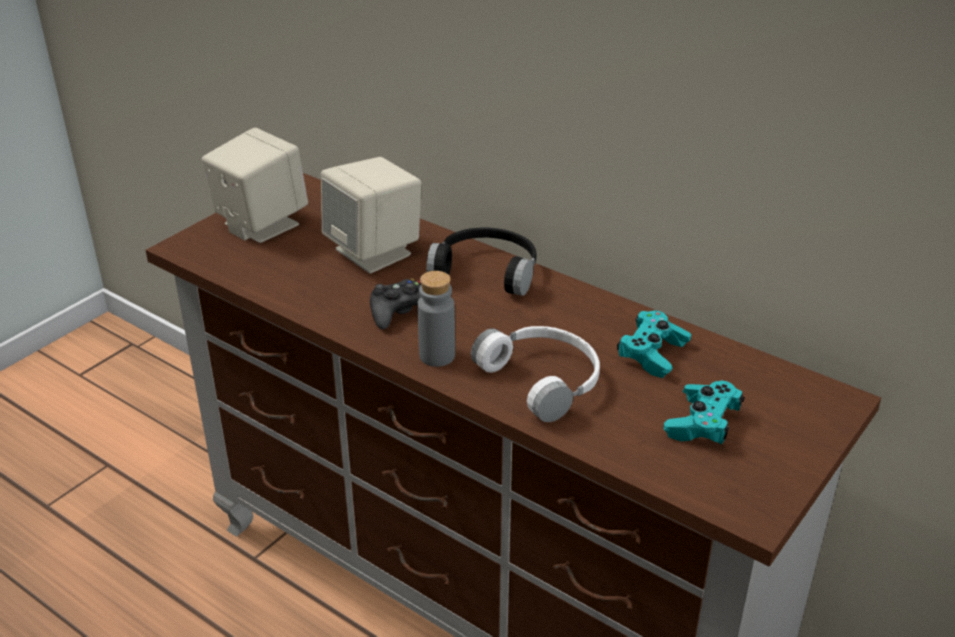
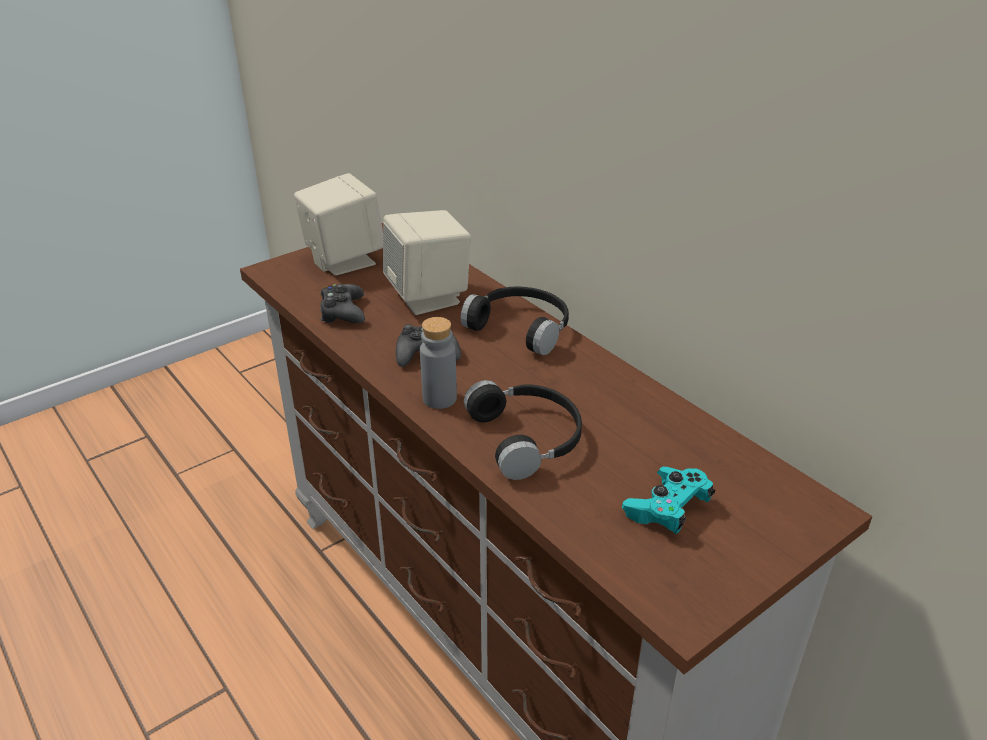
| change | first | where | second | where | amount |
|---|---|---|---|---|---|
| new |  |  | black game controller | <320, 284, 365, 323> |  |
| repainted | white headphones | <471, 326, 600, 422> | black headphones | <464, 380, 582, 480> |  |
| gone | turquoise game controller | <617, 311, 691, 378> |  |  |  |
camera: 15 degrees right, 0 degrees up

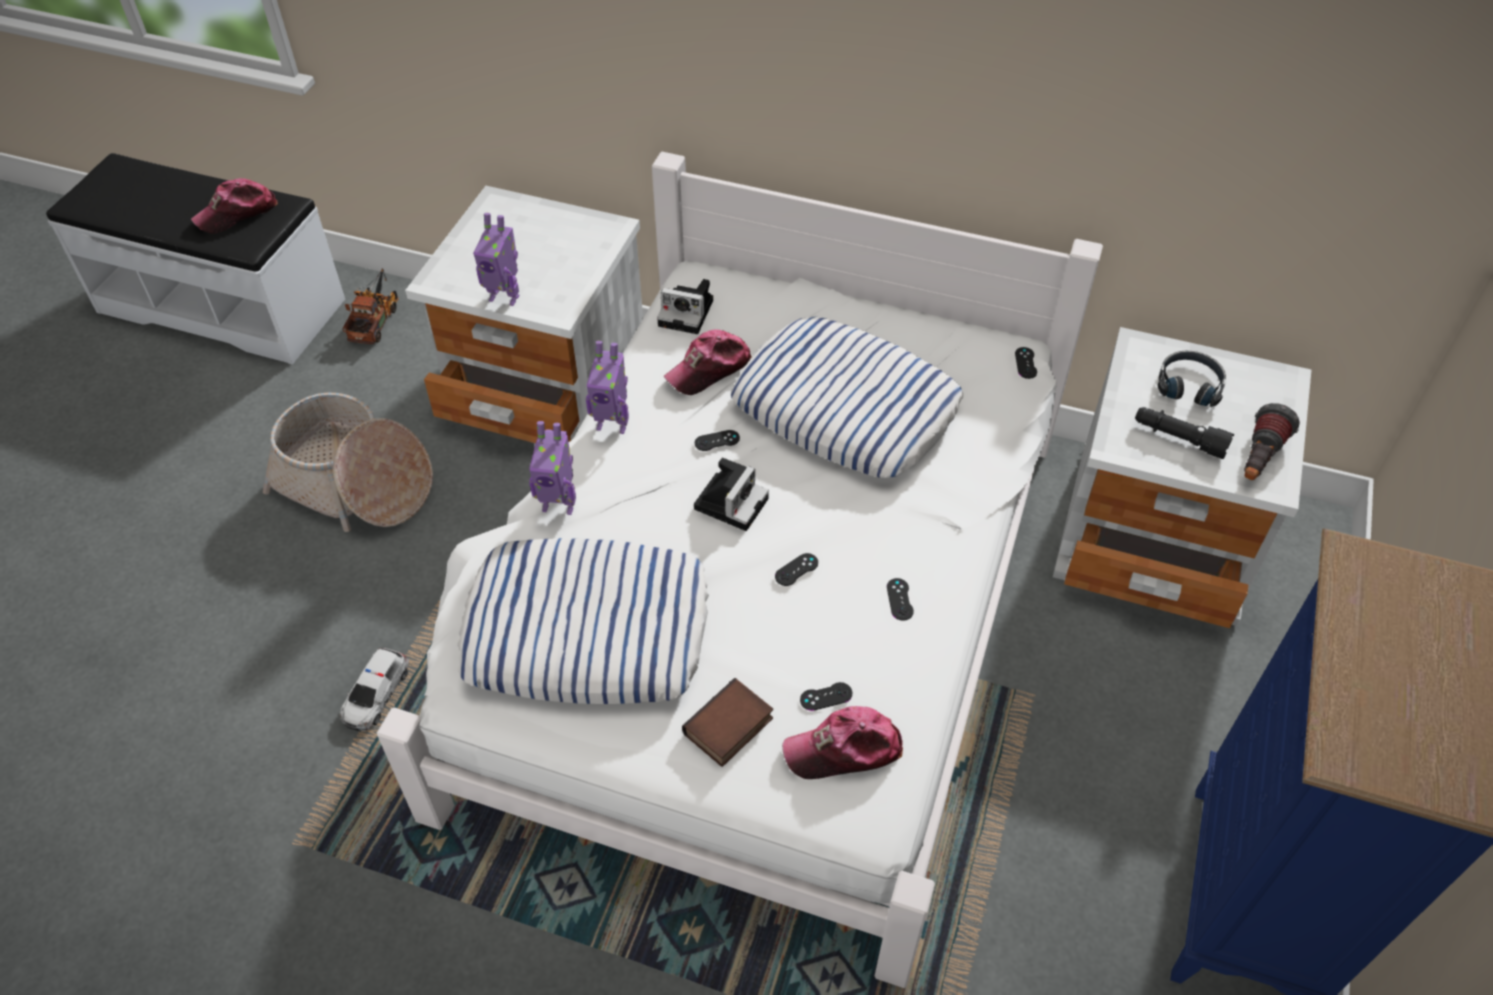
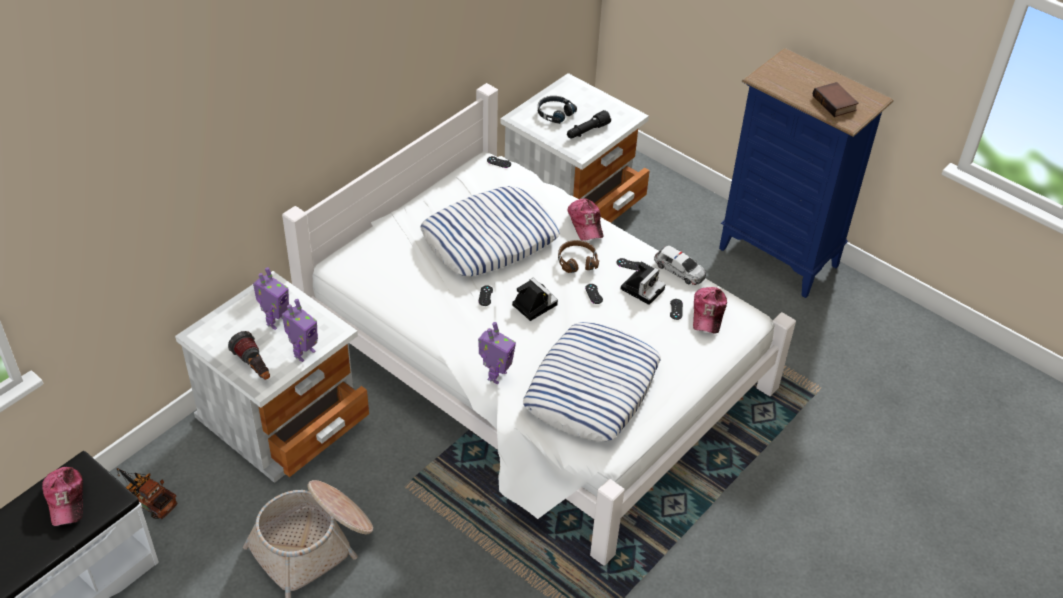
| change | first | where | second | where | amount |
|---|---|---|---|---|---|
| shifted | flashlight | <1244, 403, 1300, 480> |  | <228, 331, 270, 380> |  |
| shifted | toy robot | <586, 341, 629, 434> |  | <253, 267, 289, 330> |  |
| new |  |  | brown headphones | <558, 240, 599, 273> |  |
| shifted | cap | <664, 329, 752, 395> |  | <568, 198, 604, 241> |  |
| shifted | photo camera | <657, 279, 713, 334> |  | <620, 262, 665, 305> |  |
| shifted | toy car | <340, 648, 409, 731> |  | <654, 245, 706, 285> |  |
| shifted | book | <682, 678, 773, 767> |  | <813, 82, 859, 117> |  |
camera: 70 degrees left, 5 degrees down

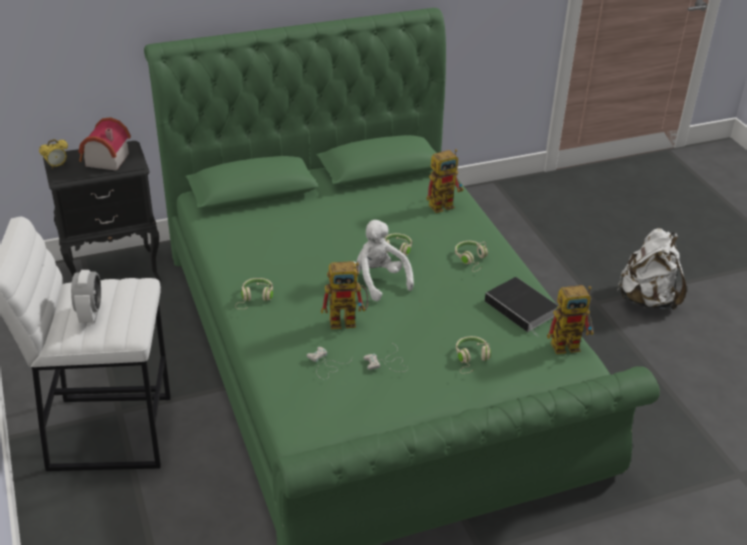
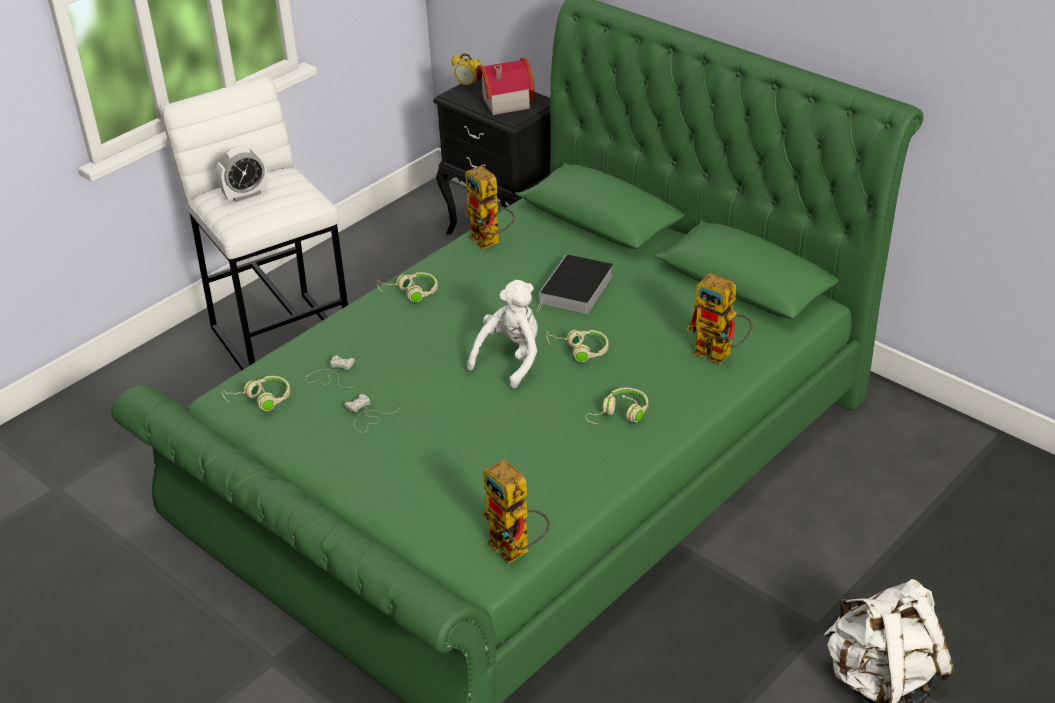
| change | first | where | second | where | amount |
|---|---|---|---|---|---|
| shifted | beige headphones | <456, 336, 491, 374> |  | <222, 376, 290, 411> |  |
| shifted | toy robot | <321, 261, 368, 329> |  | <465, 165, 515, 249> |  |
| shifted | book | <485, 277, 558, 337> |  | <537, 254, 613, 314> |  |
camera: 65 degrees right, 0 degrees up

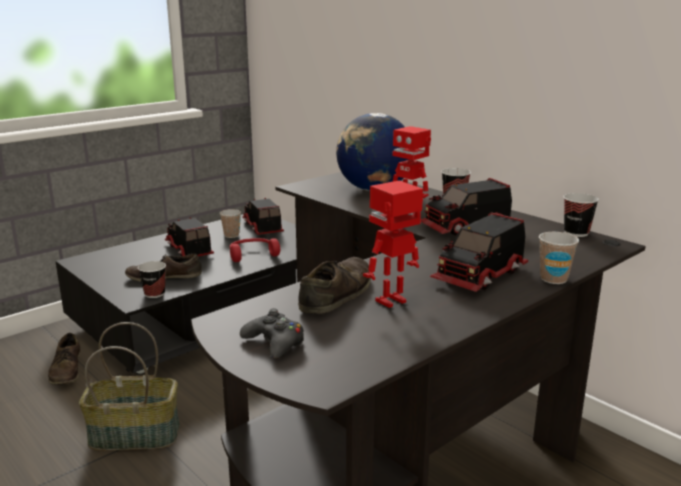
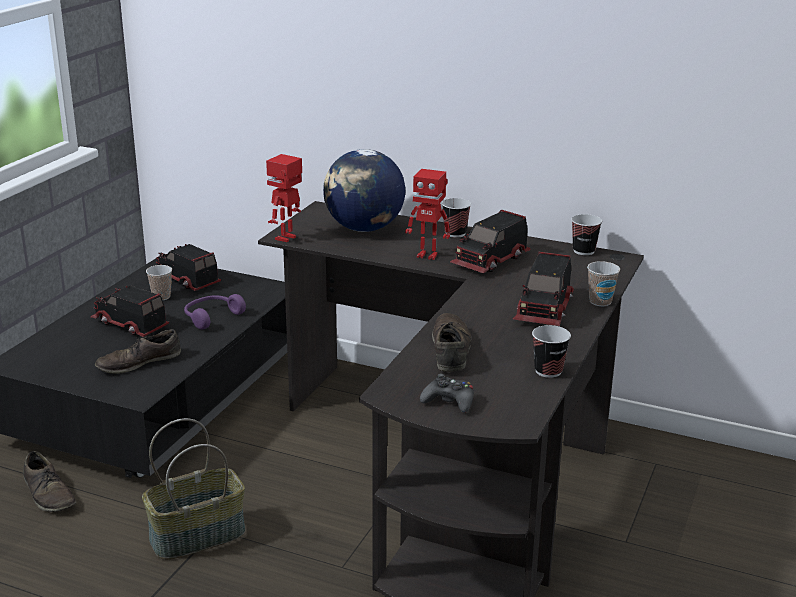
| change | first | where | second | where | amount |
|---|---|---|---|---|---|
| repainted | red headphones | <230, 238, 280, 262> | purple headphones | <184, 294, 246, 330> |  |
| shifted | toy robot | <363, 180, 423, 308> |  | <266, 154, 302, 242> |  |
| shifted | cup | <138, 261, 166, 298> |  | <532, 325, 571, 378> |  |
camera: 25 degrees left, 5 degrees up

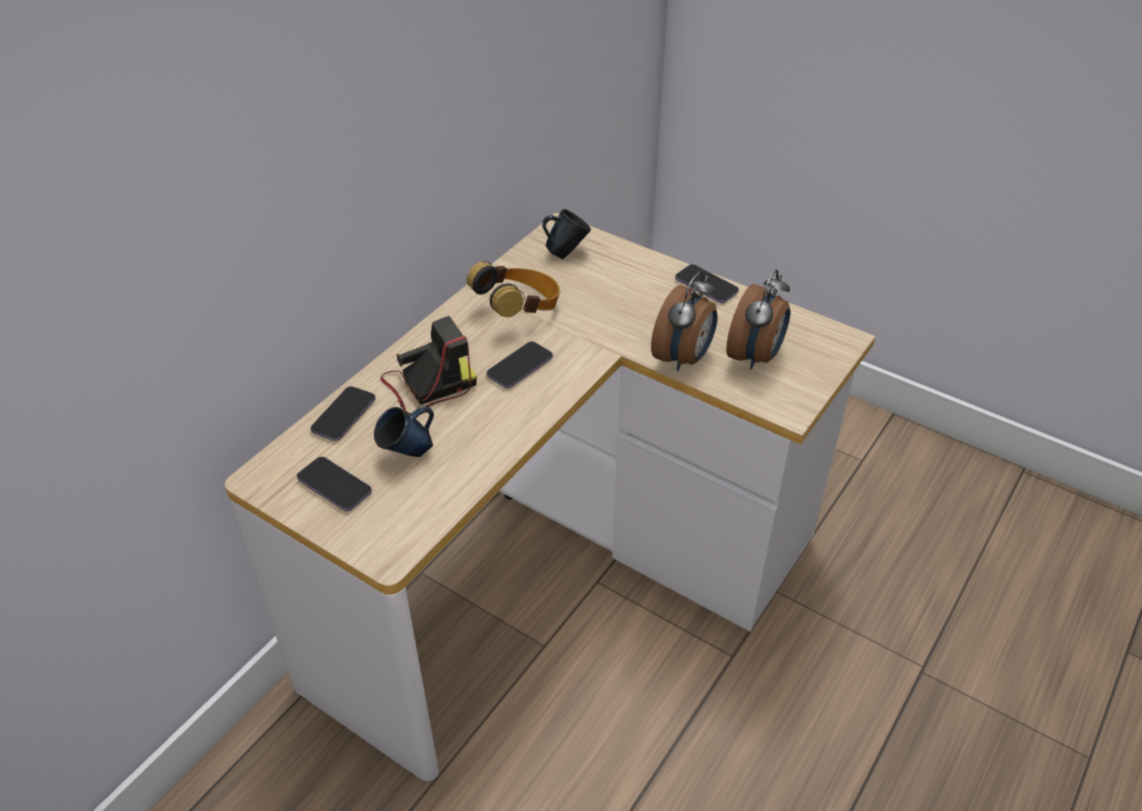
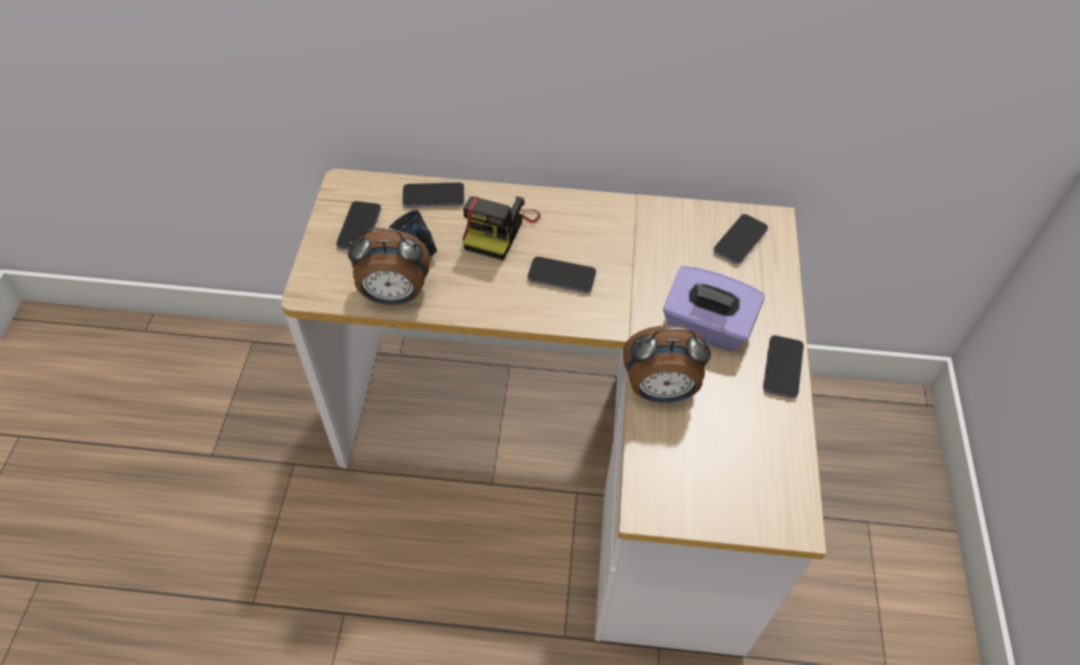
| change | first | where | second | where | amount |
|---|---|---|---|---|---|
| shifted | alarm clock | <726, 270, 790, 369> |  | <348, 228, 430, 305> |  |
| rotated | photo camera | <381, 316, 477, 414> |  | <463, 196, 540, 260> | 75 degrees clockwise |
| new |  |  | purple tissue box | <663, 266, 765, 351> |  |
| swapped | blue mug | <542, 209, 591, 259> | phone | <714, 214, 768, 264> |  |
| gone | headphones | <467, 261, 560, 317> |  |  |  |
camera: 60 degrees right, 10 degrees up

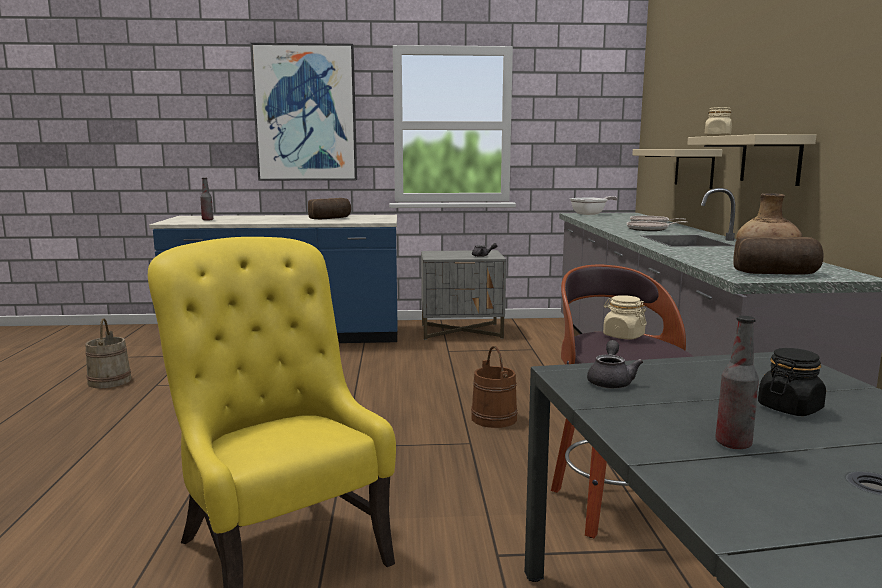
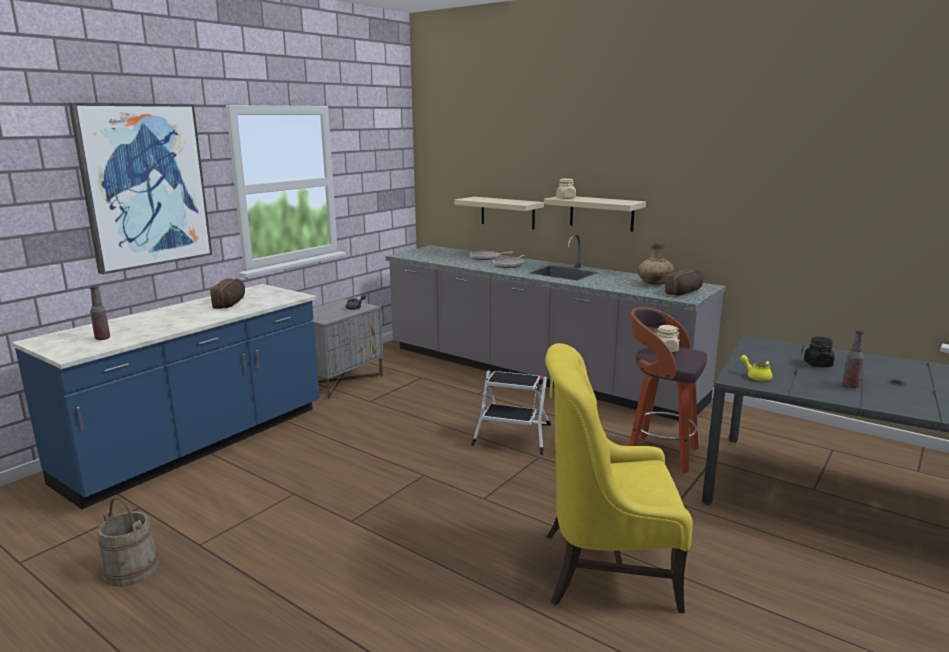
| change | first | where | second | where | amount |
|---|---|---|---|---|---|
| swapped | brown bucket | <471, 346, 518, 428> | step ladder | <471, 369, 551, 455> |  |
| repainted | grey teapot | <587, 340, 643, 388> | yellow teapot | <740, 355, 773, 381> |  |
| gone | frying pan | <570, 196, 618, 215> |  |  |  |
camera: 50 degrees left, 5 degrees up

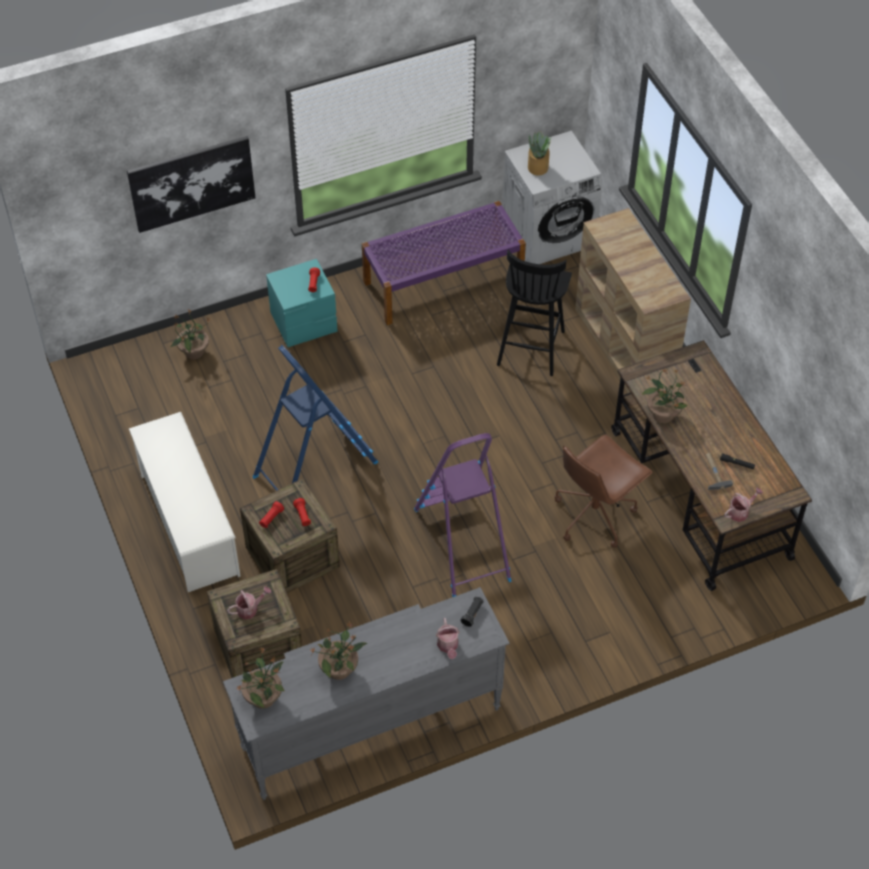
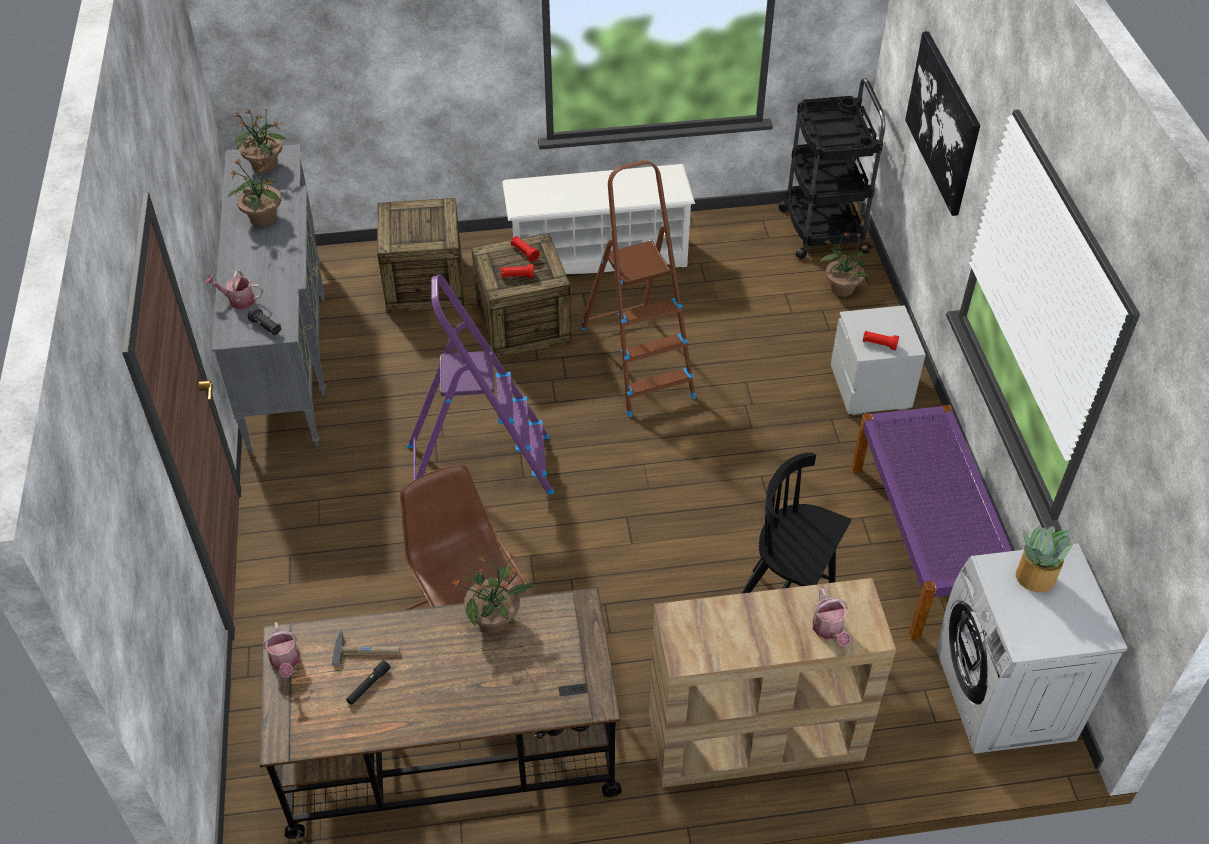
| change | first | where | second | where | amount |
|---|---|---|---|---|---|
| repainted | blue step ladder | <253, 345, 378, 491> | brown step ladder | <580, 161, 696, 417> |  |
| new |  |  | black cart | <778, 78, 885, 259> |  |
| shifted | watering can | <227, 586, 271, 619> |  | <813, 589, 851, 647> |  |
| repainted | turquoise nightstand | <266, 259, 338, 347> | white nightstand | <831, 305, 926, 415> |  |
camera: 105 degrees right, 5 degrees down

